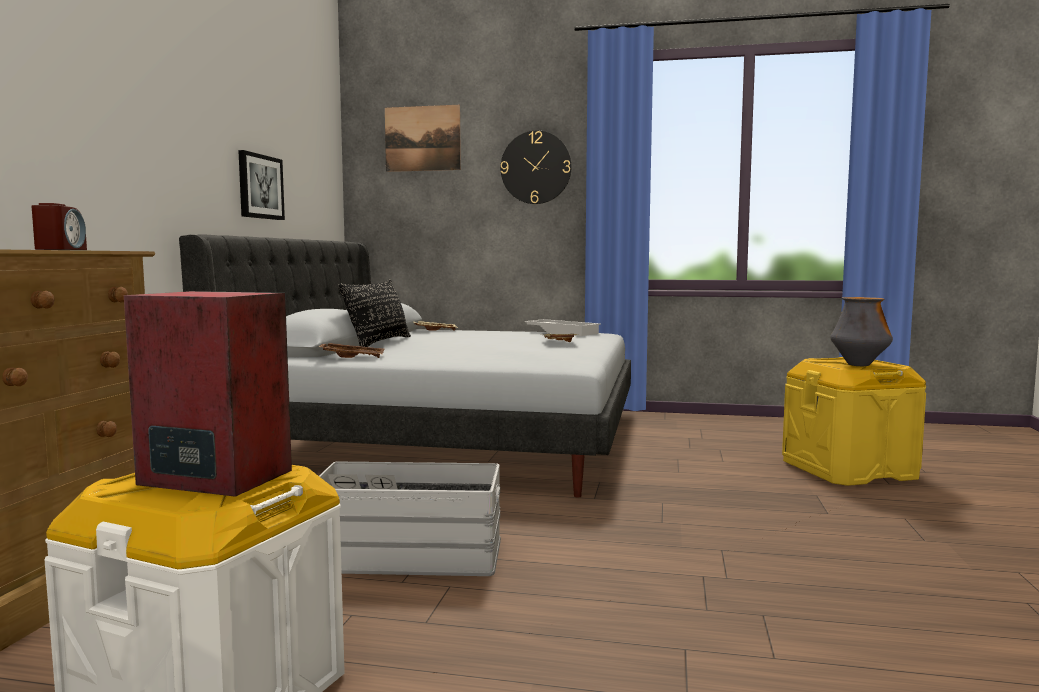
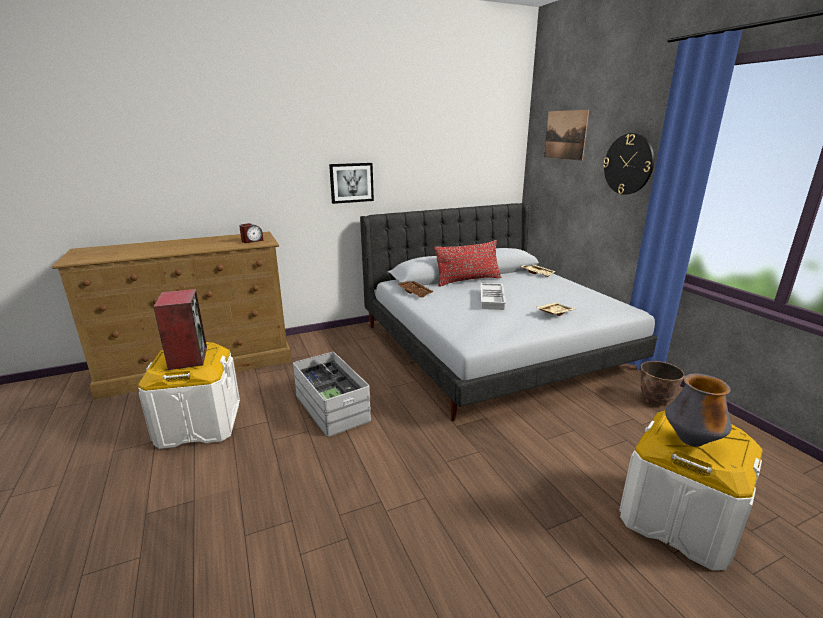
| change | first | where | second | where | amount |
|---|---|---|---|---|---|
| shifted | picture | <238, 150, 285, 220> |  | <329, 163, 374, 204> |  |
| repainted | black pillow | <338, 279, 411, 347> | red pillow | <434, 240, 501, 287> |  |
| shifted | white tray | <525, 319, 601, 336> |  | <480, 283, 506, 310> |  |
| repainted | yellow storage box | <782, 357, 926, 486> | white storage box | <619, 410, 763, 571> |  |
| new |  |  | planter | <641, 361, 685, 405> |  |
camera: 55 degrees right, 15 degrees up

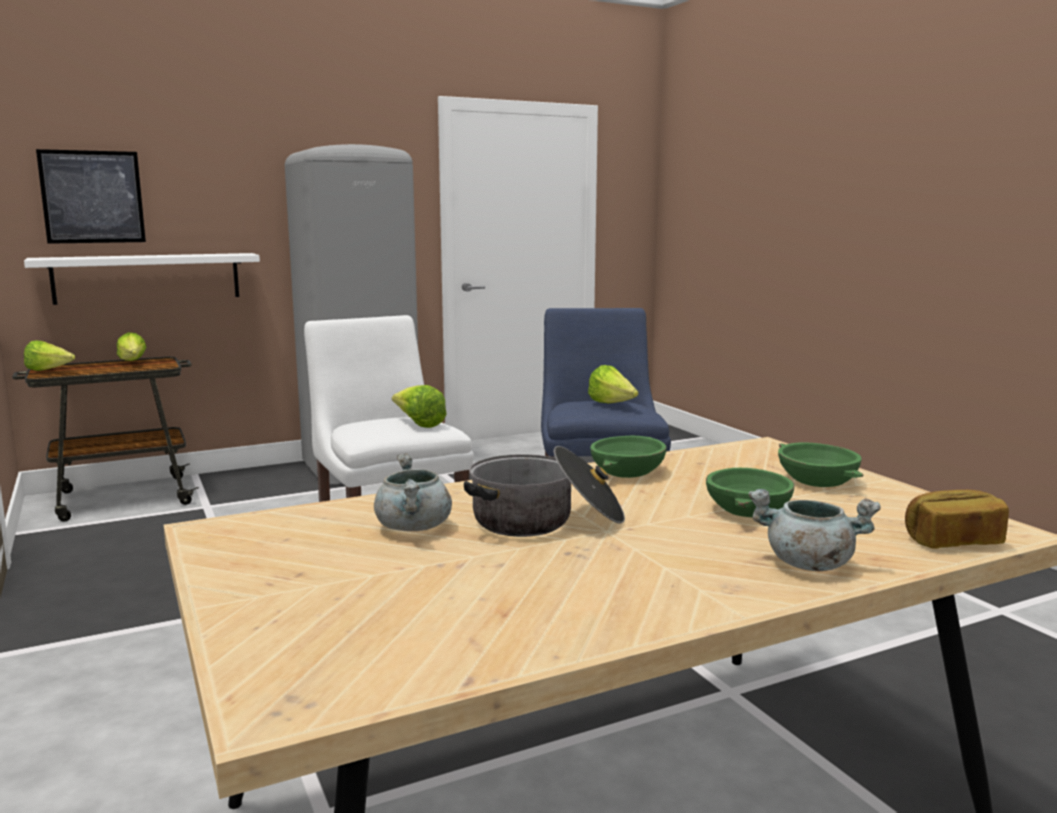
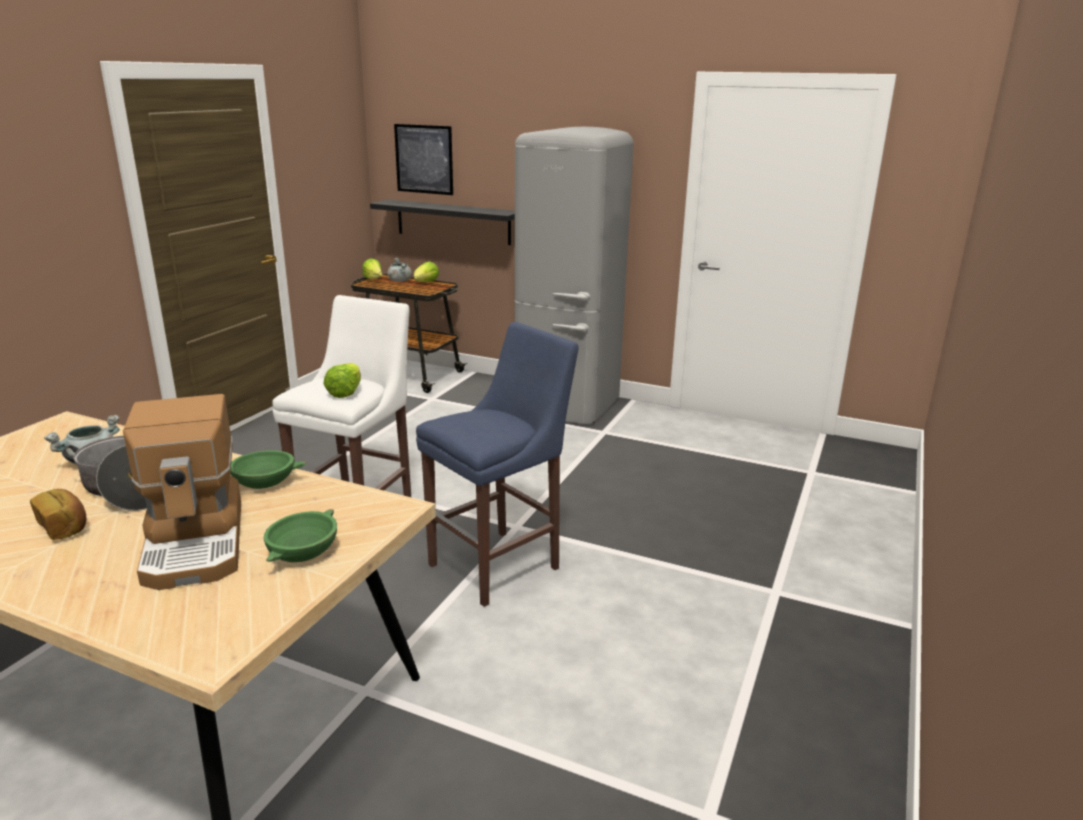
| change | first | where | second | where | amount |
|---|---|---|---|---|---|
| shifted | bread | <905, 490, 1009, 549> |  | <30, 489, 86, 540> |  |
| swapped | green bowl | <706, 468, 794, 517> | coffee machine | <123, 394, 241, 590> |  |
| repainted | white shelf | <24, 253, 260, 305> | black shelf | <370, 200, 515, 245> |  |
| shifted | grey cooking pot | <749, 489, 881, 571> |  | <387, 258, 412, 282> |  |
| gone | lettuce | <588, 365, 638, 404> |  |  |  |
camera: 50 degrees right, 10 degrees up

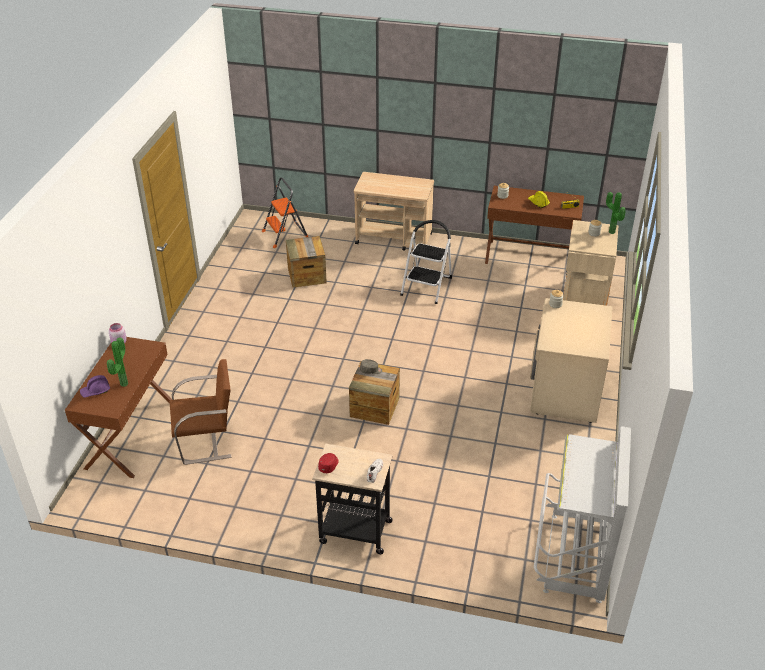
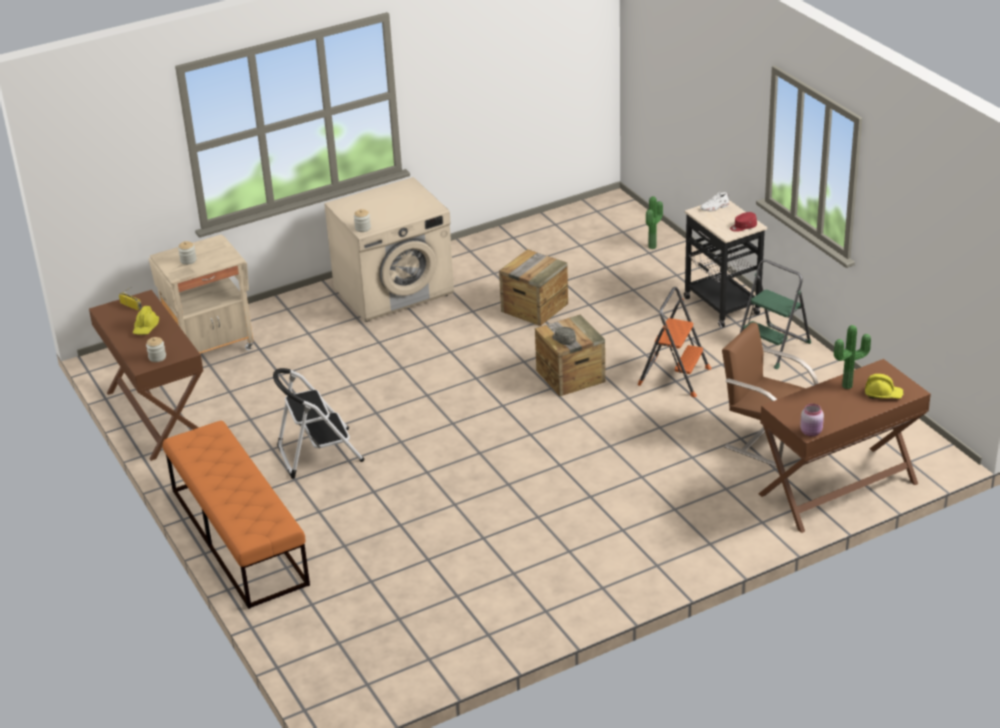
| change | first | where | second | where | amount |
|---|---|---|---|---|---|
| swapped | beige cart | <354, 172, 434, 251> | orange bench | <163, 421, 310, 609> |  |
| shifted | crate | <286, 236, 327, 288> |  | <499, 249, 568, 326> |  |
| shifted | orange step ladder | <262, 177, 308, 248> |  | <638, 287, 711, 397> |  |
| shifted | potted plant | <606, 192, 626, 234> |  | <646, 196, 663, 249> |  |
| new |  |  | green step ladder | <740, 260, 811, 369> |  |
| repainted | purple hard hat | <80, 375, 110, 398> | yellow hard hat | <865, 374, 904, 399> |  |
| gone | white shoe rack | <534, 426, 631, 603> |  |  |  |
camera: 130 degrees left, 5 degrees down

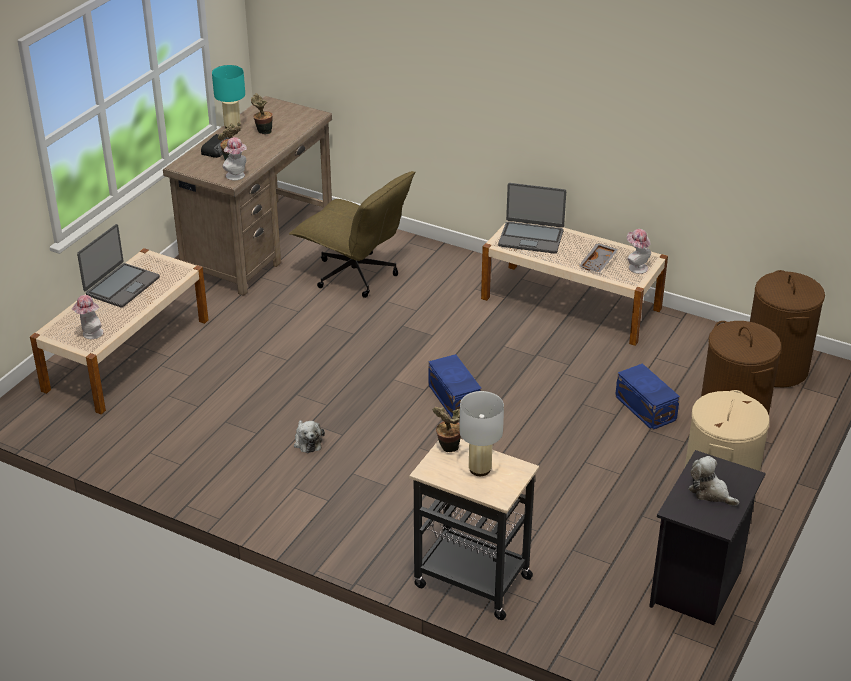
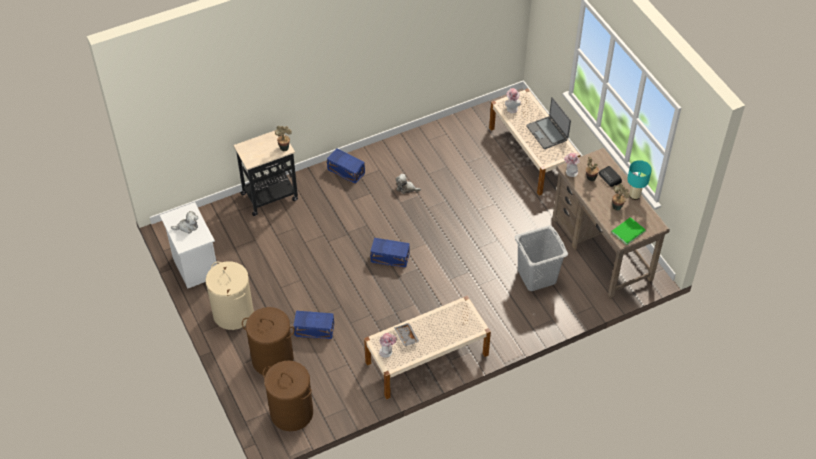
| change | first | where | second | where | amount |
|---|---|---|---|---|---|
| repainted | black nightstand | <649, 450, 766, 625> | white nightstand | <160, 202, 217, 289> |  |
| new |  |  | blue storage box | <327, 148, 365, 184> |  |
| swapped | beige office chair | <289, 171, 416, 298> | grey laundry basket | <515, 225, 568, 291> |  |
| new |  |  | green book | <611, 217, 646, 245> |  |
| gone | white table lamp | <460, 391, 504, 476> |  |  |  |
| gone | laptop | <498, 183, 566, 254> |  |  |  |
camera: 125 degrees right, 15 degrees up

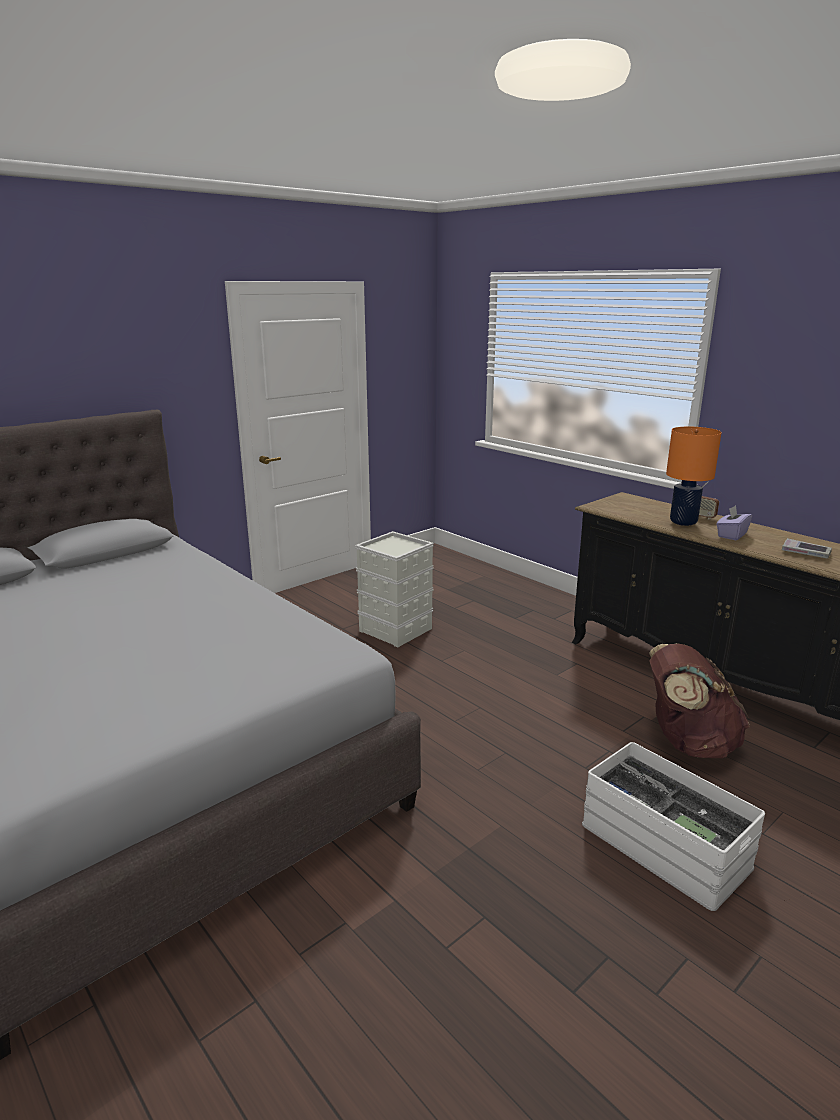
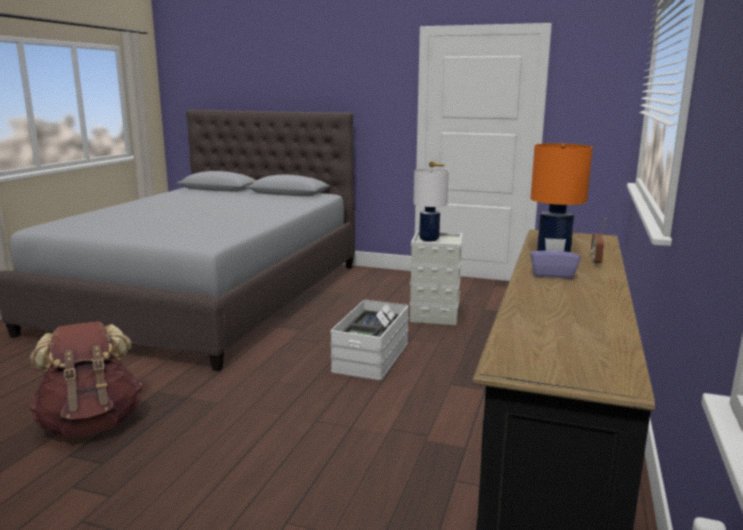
| change | first | where | second | where | amount |
|---|---|---|---|---|---|
| shifted | brown backpack | <649, 643, 750, 758> |  | <28, 321, 142, 437> |  |
| shifted | white storage box | <582, 742, 765, 911> |  | <330, 300, 409, 380> |  |
| new |  |  | white table lamp | <413, 168, 449, 241> |  |
| gone | book | <782, 538, 832, 559> |  |  |  |
camera: 60 degrees right, 5 degrees down

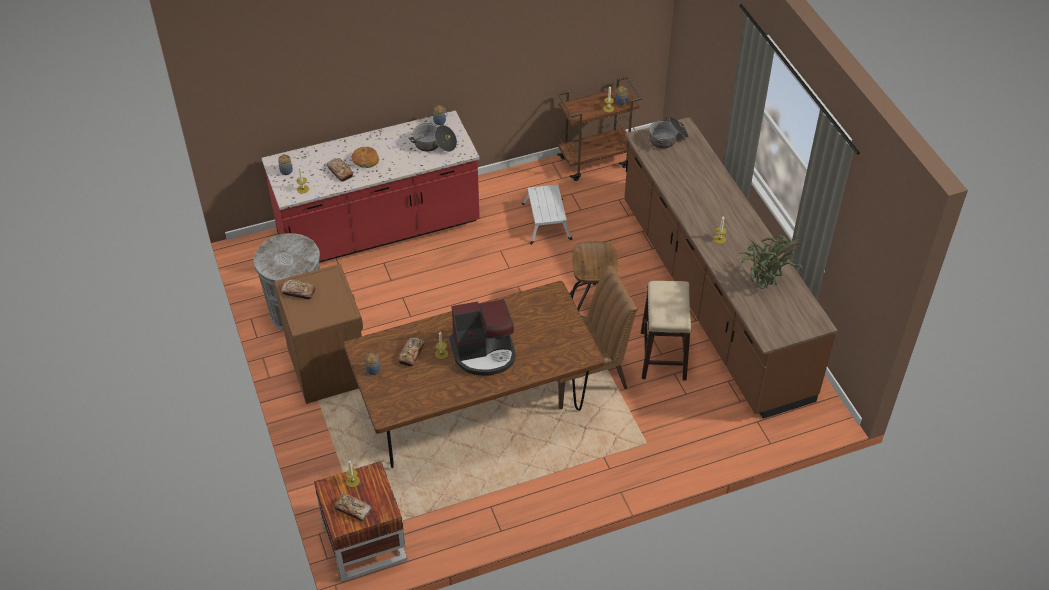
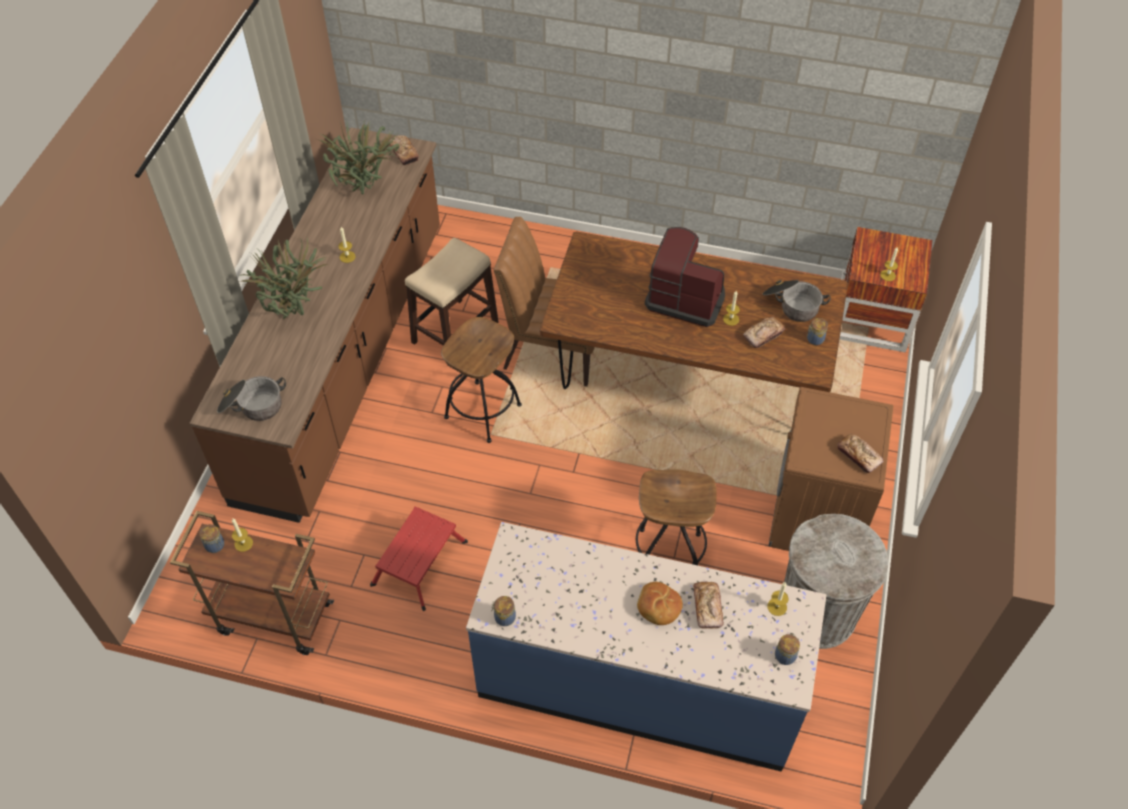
| change | first | where | second | where | amount |
|---|---|---|---|---|---|
| new |  |  | potted plant | <238, 238, 330, 319> |  |
| repainted | white step ladder | <522, 185, 572, 245> | red step ladder | <370, 506, 468, 611> |  |
| shifted | bread | <334, 494, 371, 521> |  | <389, 135, 419, 165> |  |
| repainted | red counter | <262, 110, 480, 263> | blue counter | <466, 522, 827, 772> |  |
| new |  |  | brown stool | <636, 469, 717, 565> |  |
| shifted | cooking pot | <409, 123, 457, 152> |  | <763, 280, 831, 322> |  |
camera: 145 degrees left, 5 degrees up

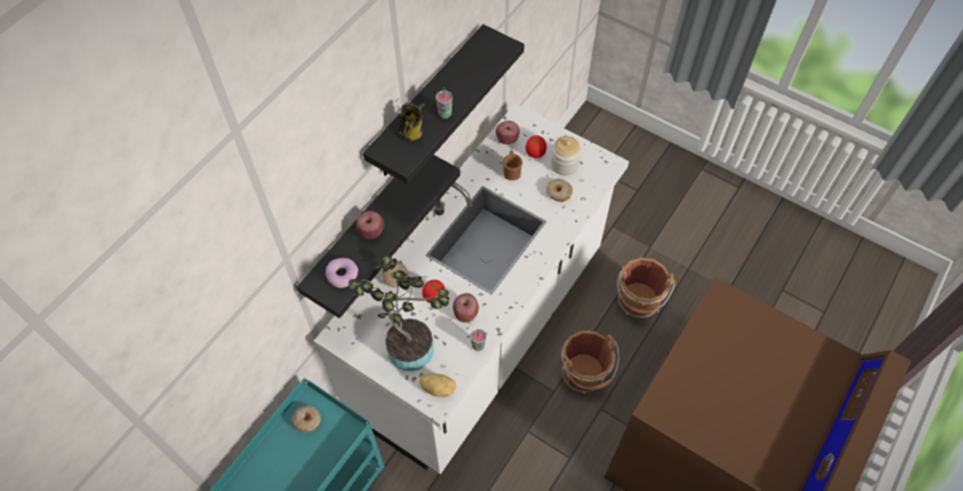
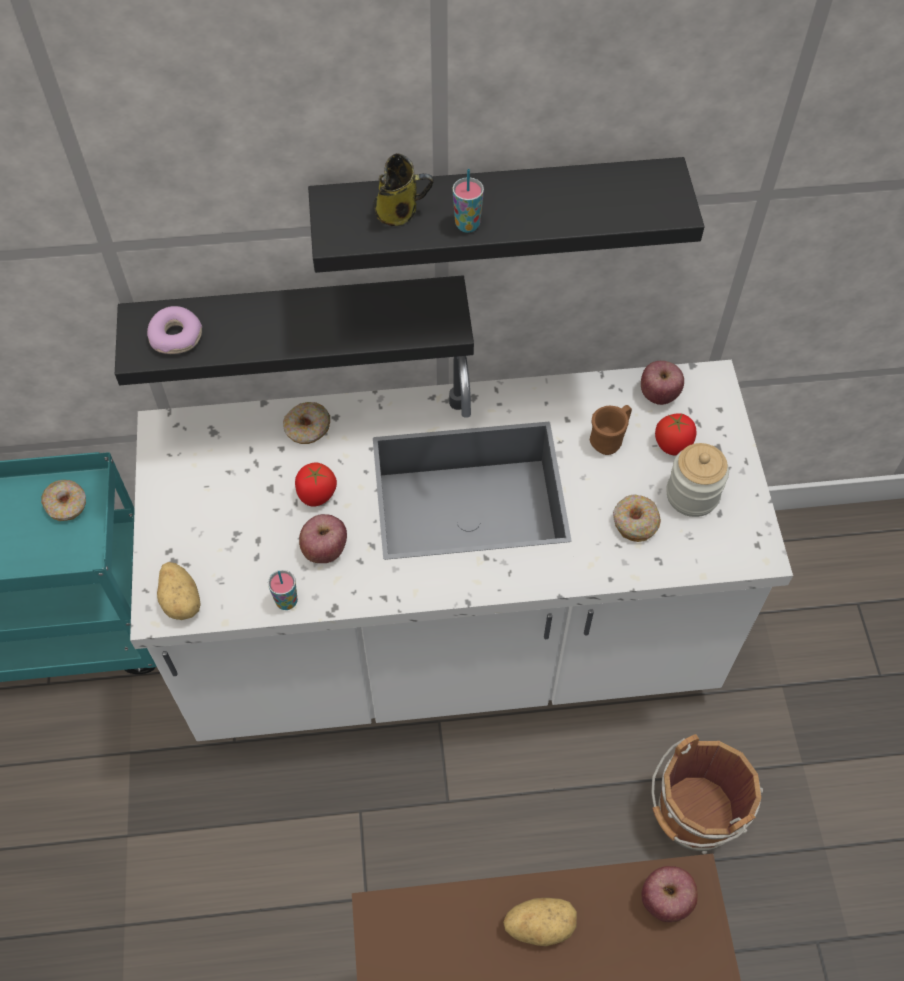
| change | first | where | second | where | amount |
|---|---|---|---|---|---|
| new |  |  | potato | <503, 898, 577, 946> |  |
| shifted | apple | <356, 211, 384, 239> |  | <641, 866, 698, 922> |  |
| gone | potted plant | <349, 255, 449, 371> |  |  |  |
| gone | brown bucket | <561, 331, 619, 394> |  |  |  |
camera: 50 degrees right, 0 degrees up

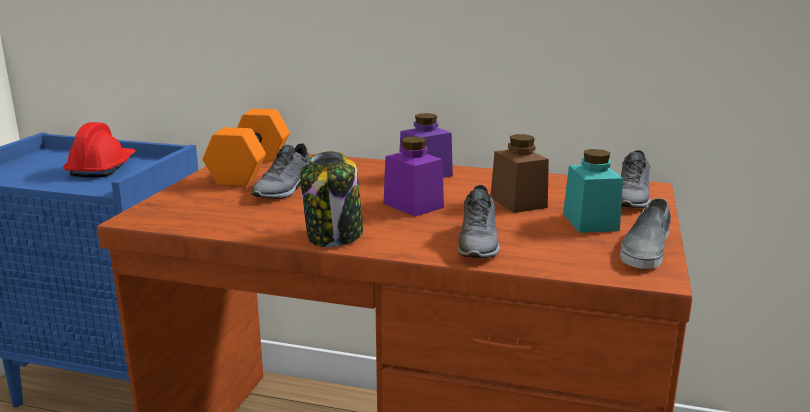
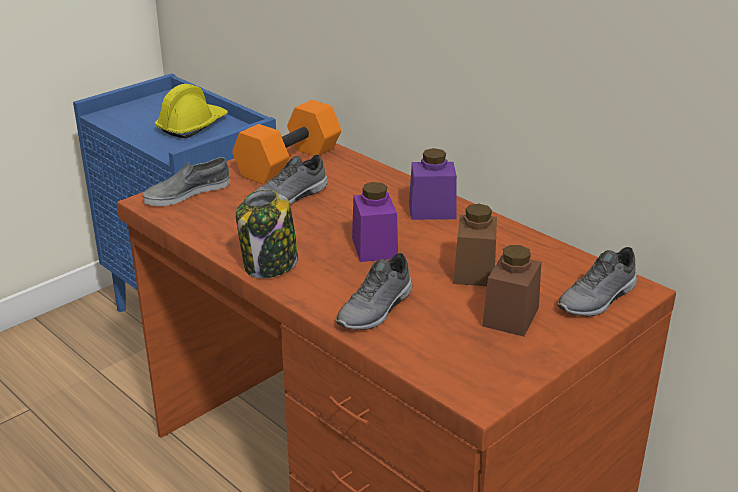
| change | first | where | second | where | amount |
|---|---|---|---|---|---|
| shifted | grey shoe | <620, 198, 671, 269> |  | <143, 157, 230, 206> |  |
| repainted | red hard hat | <63, 122, 136, 177> | yellow hard hat | <155, 84, 228, 138> |  |
| repainted | turquoise jar | <563, 149, 623, 233> | brown jar | <482, 245, 542, 336> |  |
camera: 30 degrees right, 10 degrees up

